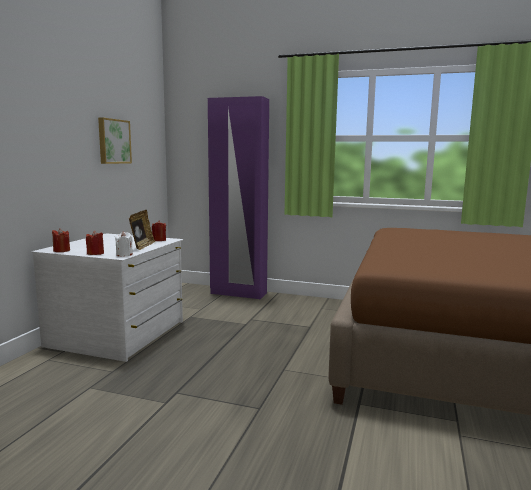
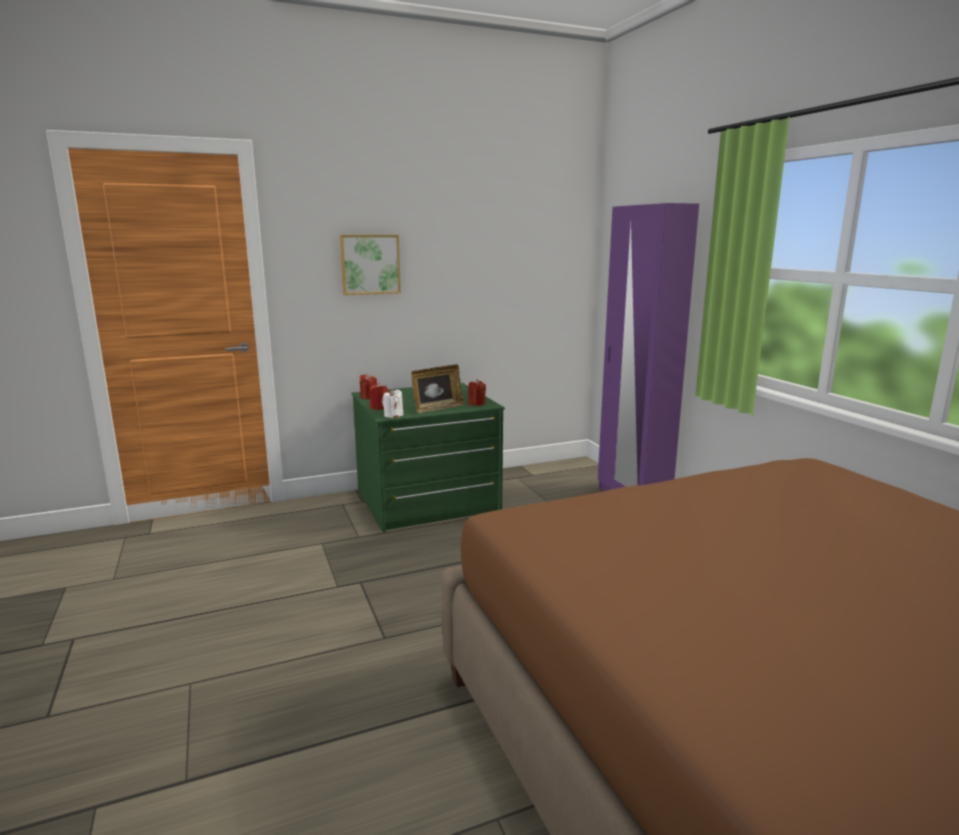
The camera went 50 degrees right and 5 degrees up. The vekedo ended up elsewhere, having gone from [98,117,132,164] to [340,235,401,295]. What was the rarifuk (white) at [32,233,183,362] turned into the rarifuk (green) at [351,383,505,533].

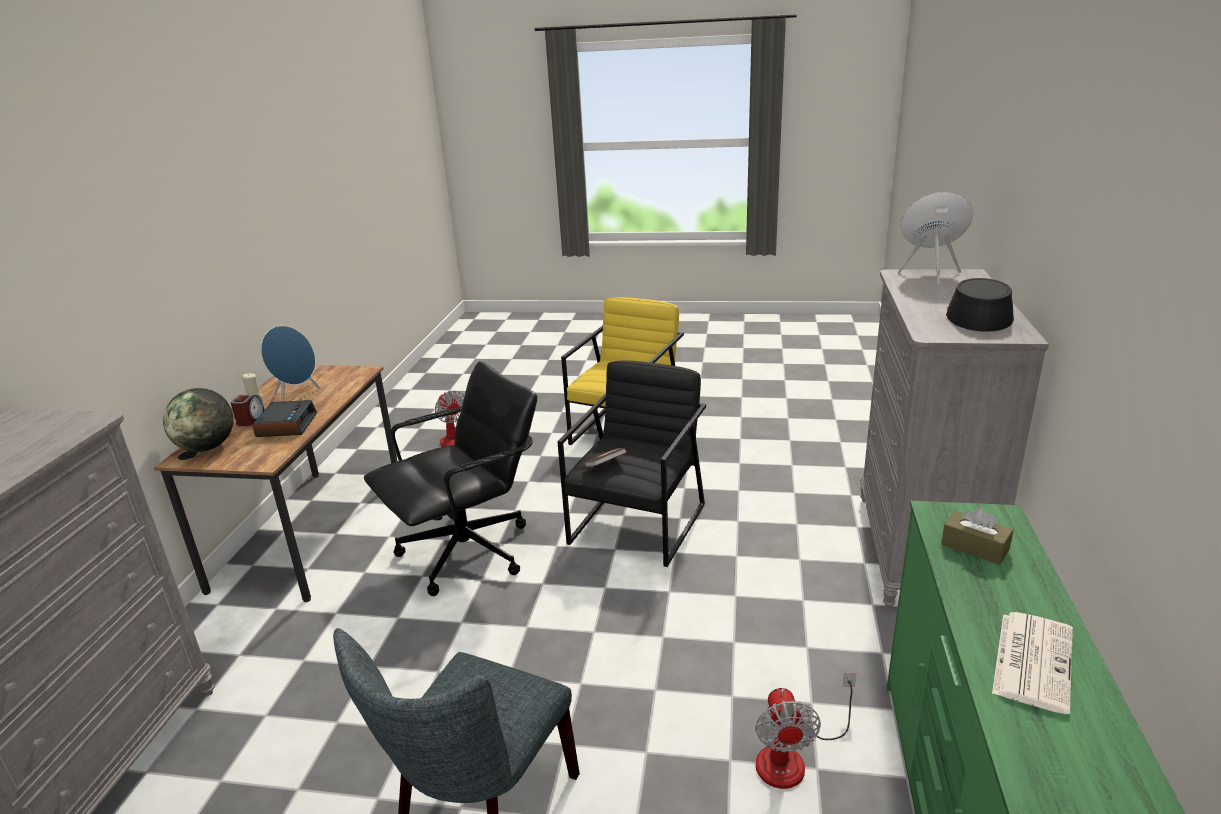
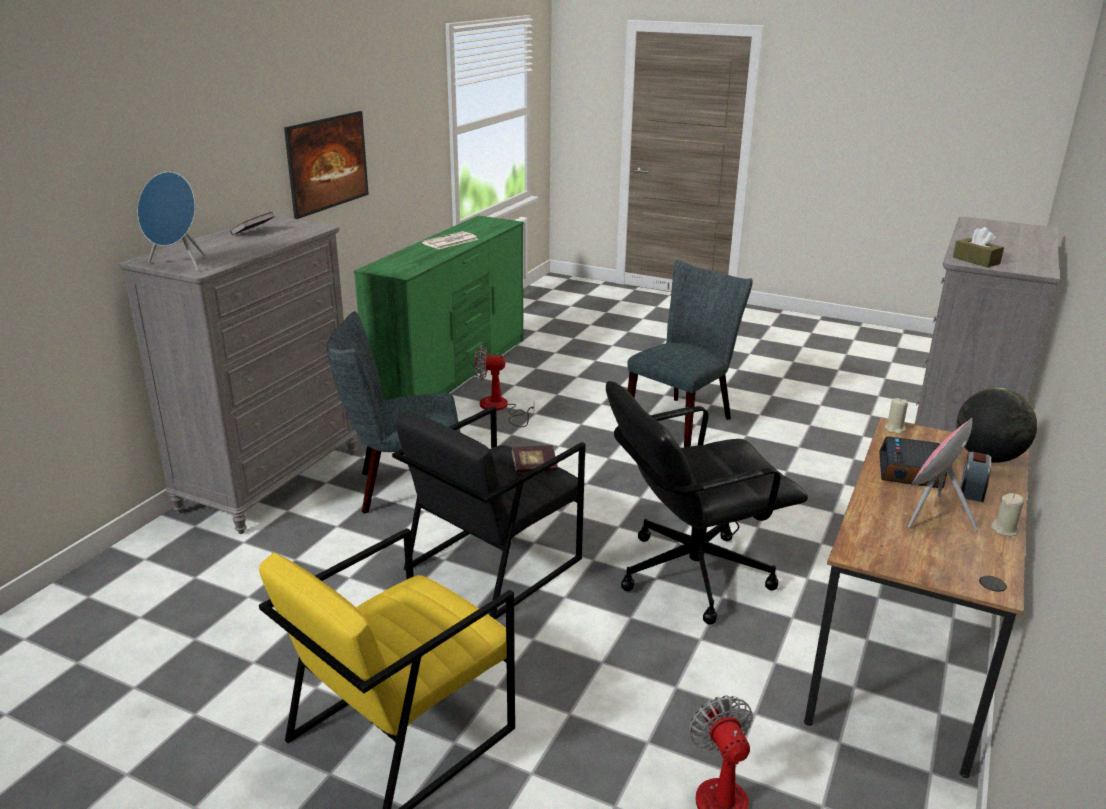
The camera went 165 degrees left and 0 degrees up. Where the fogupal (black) stood at [946,278,1014,332], the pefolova came to stand at [230,212,275,235]. The second view gained the vekedo at [284,111,369,219]. The second view gained the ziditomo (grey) at [327,312,461,514]. The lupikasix at [755,672,856,789] ended up facing another way, 105 degrees counterclockwise from before. The second view gained the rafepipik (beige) at [885,398,908,434]. What was the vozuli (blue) at [261,326,321,402] turned into the vozuli (pink) at [908,418,978,531]. The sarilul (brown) ended up elsewhere, having gone from [941,507,1013,565] to [953,227,1004,267].

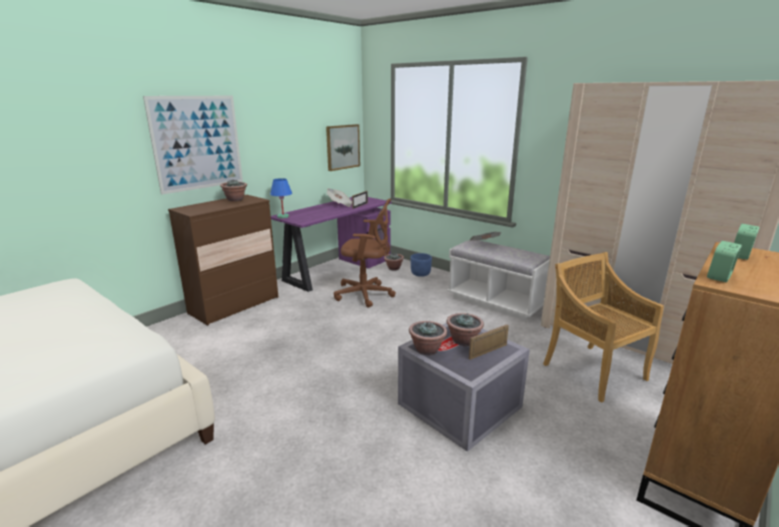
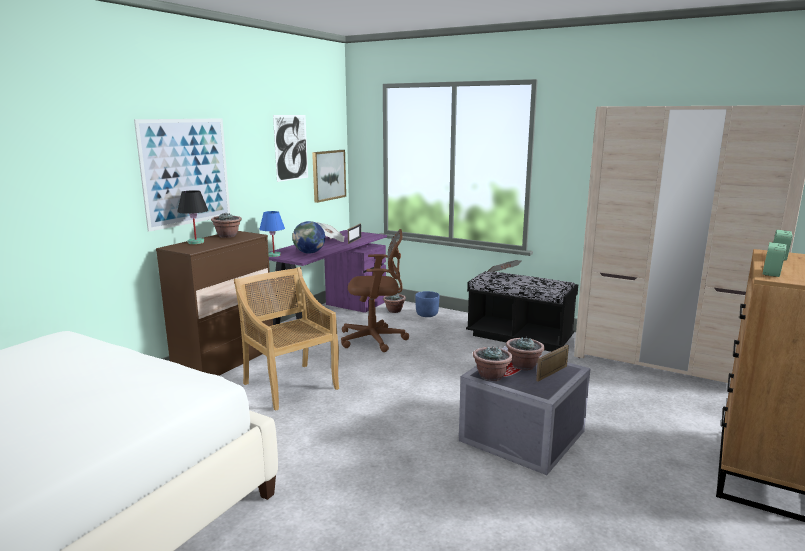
The camera went 10 degrees left and 5 degrees down. The second view gained the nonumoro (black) at [177,190,208,244]. The ziditomo (beige) ended up elsewhere, having gone from [543,252,664,403] to [234,267,339,411]. The second view gained the vekedo at [273,115,308,182]. The second view gained the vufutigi at [293,221,325,254]. What was the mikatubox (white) at [447,240,550,320] turned into the mikatubox (black) at [466,271,578,352].

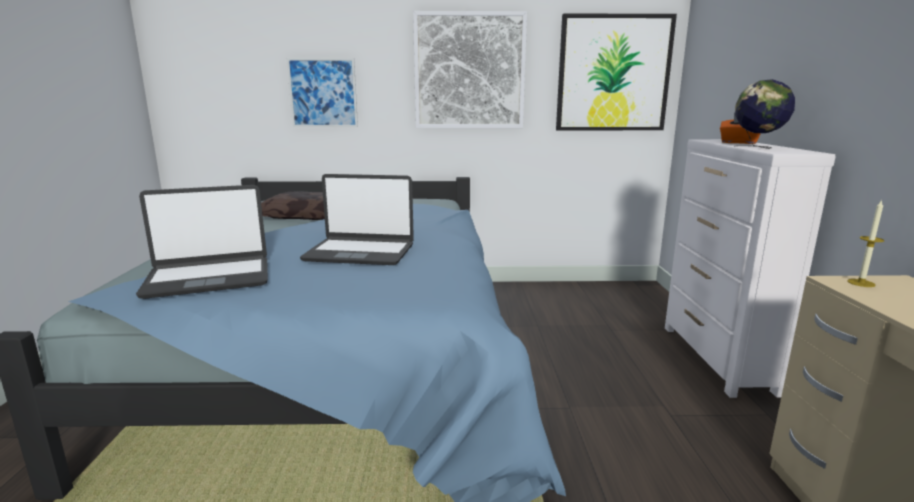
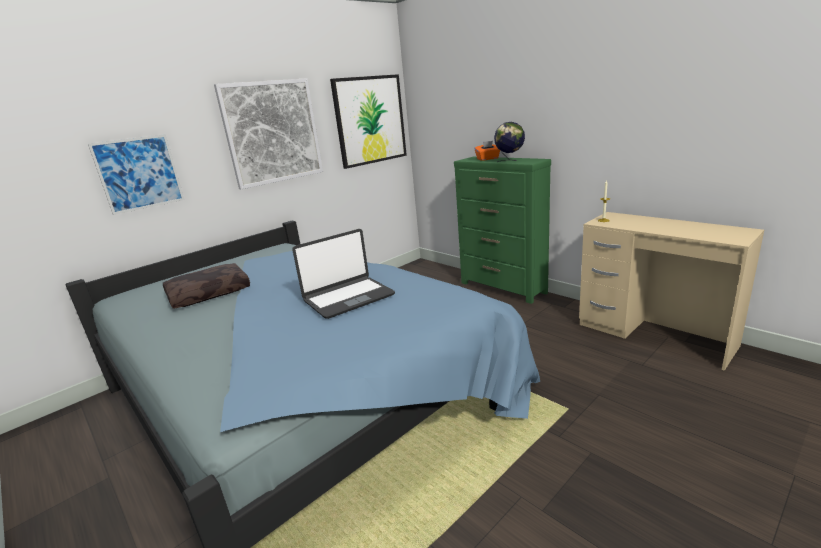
The camera went 40 degrees left and 5 degrees up. What was the rarifuk (white) at [665,139,836,398] turned into the rarifuk (green) at [454,157,551,304]. The second view lost the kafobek at [136,185,268,299].

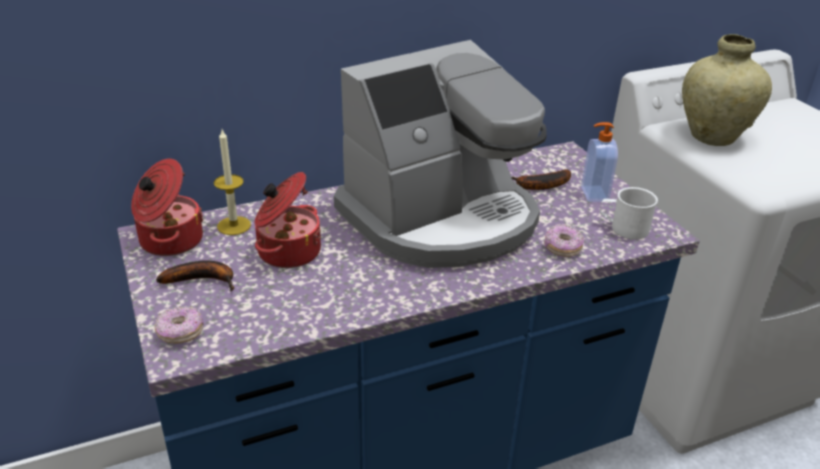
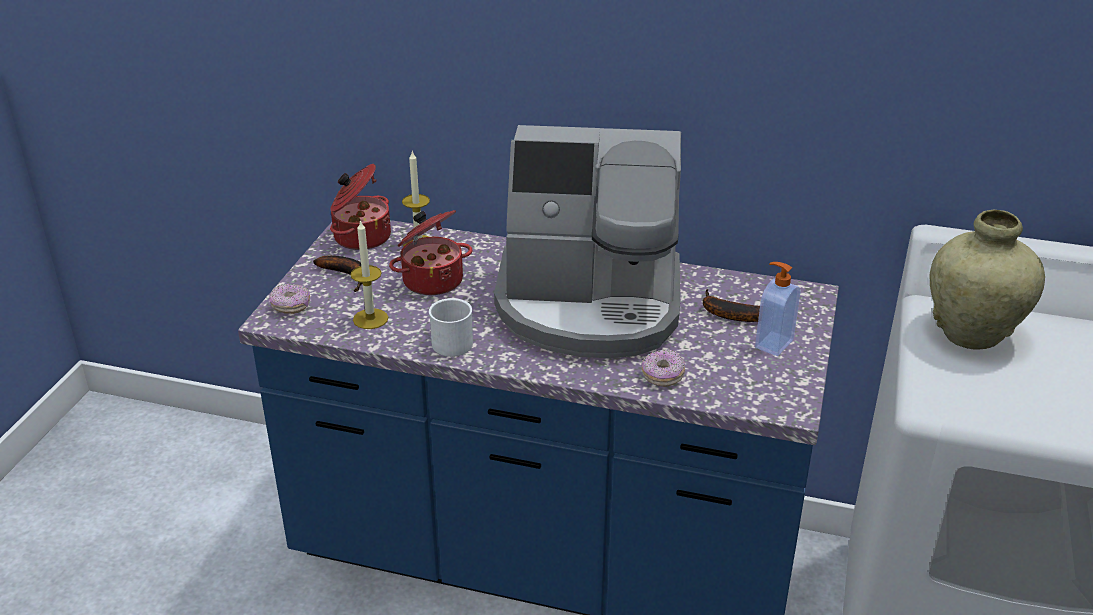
The camera went 40 degrees right and 0 degrees up. The second view gained the rafepipik at [350,219,388,329]. The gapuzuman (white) ended up elsewhere, having gone from [600,187,658,239] to [429,298,473,357].

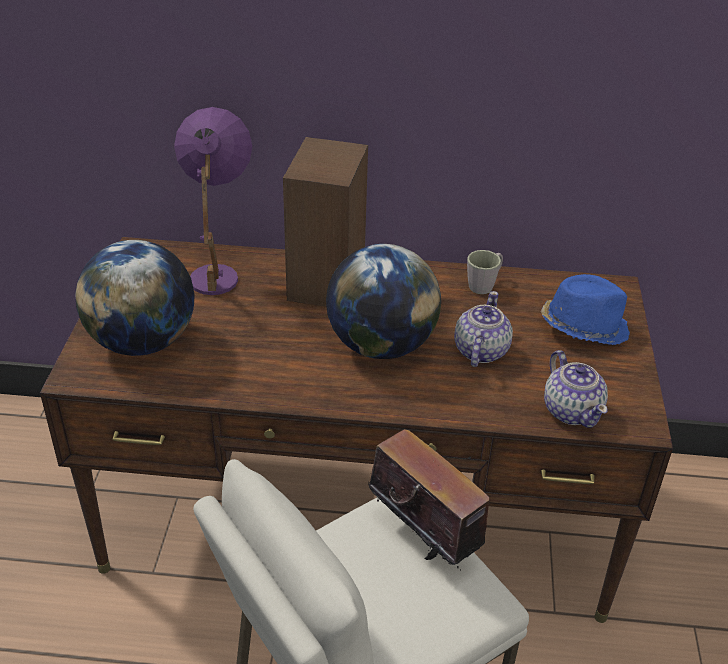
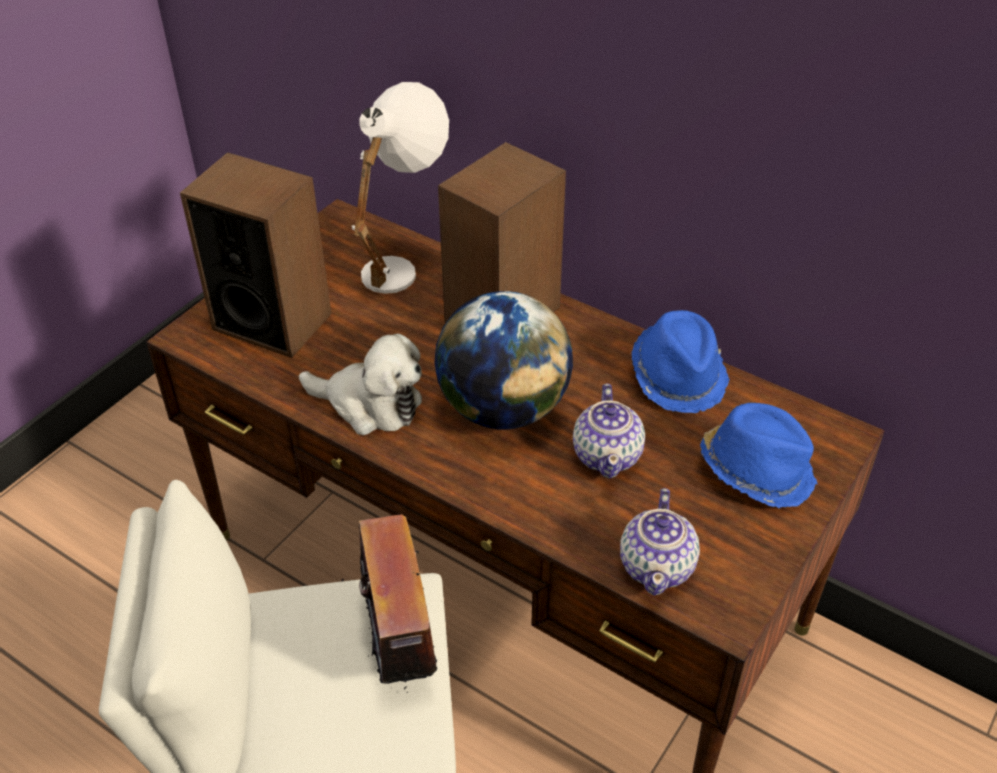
The camera went 30 degrees right and 5 degrees up. Where the vufutigi stood at [75,240,194,356], the vozuli came to stand at [180,152,331,358]. The second view gained the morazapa at [299,333,422,435]. What was the nonumoro (purple) at [174,107,252,295] turned into the nonumoro (white) at [351,82,449,294]. The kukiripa at [454,291,513,367] ended up facing another way, 135 degrees clockwise from before. Where the gapuzuman (grey) stood at [467,250,503,294], the fogupal (blue) came to stand at [631,310,730,413].

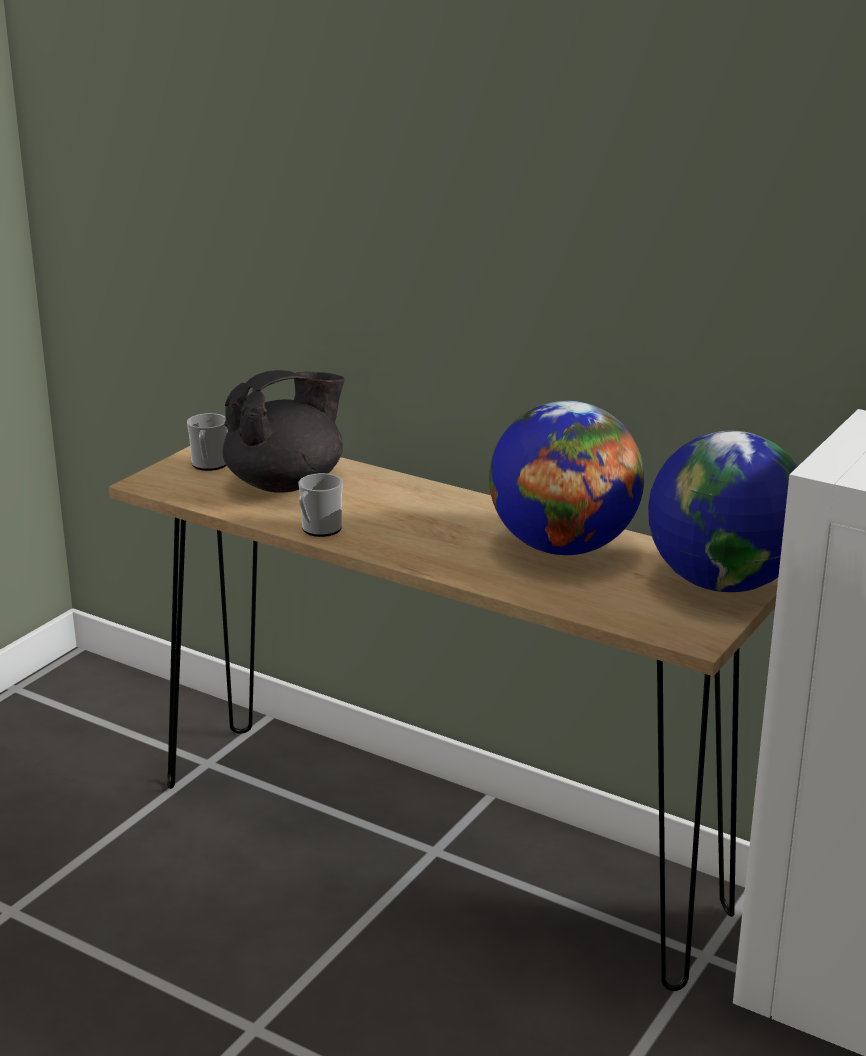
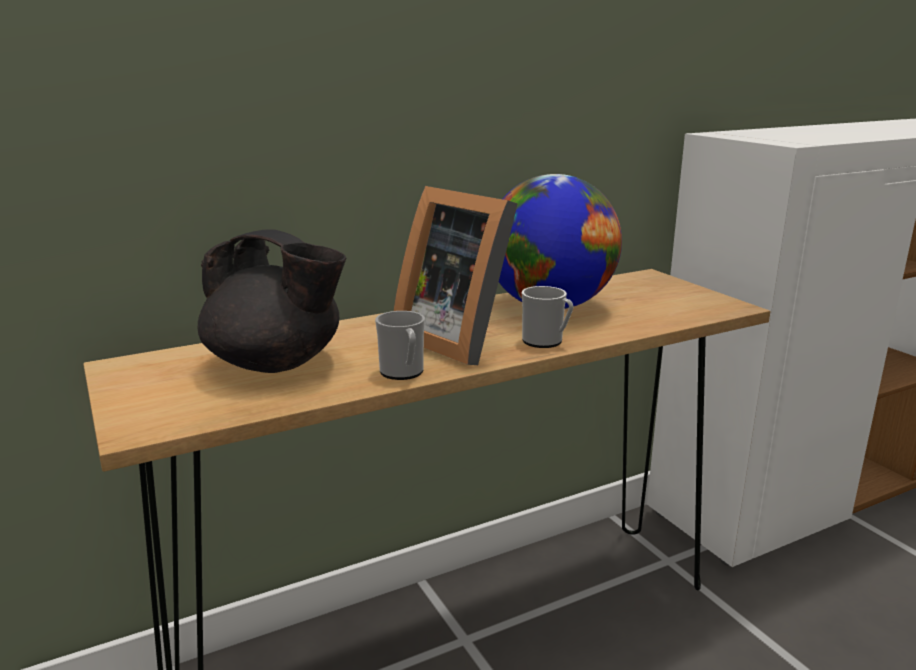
The camera went 60 degrees left and 5 degrees down. The kukiripa (black) at [222,370,345,493] ended up facing another way, 120 degrees clockwise from before. The second view gained the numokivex at [393,186,518,365]. The gapuzuman ended up elsewhere, having gone from [187,413,227,471] to [522,286,574,348]. The second view lost the vufutigi at [648,431,798,592].

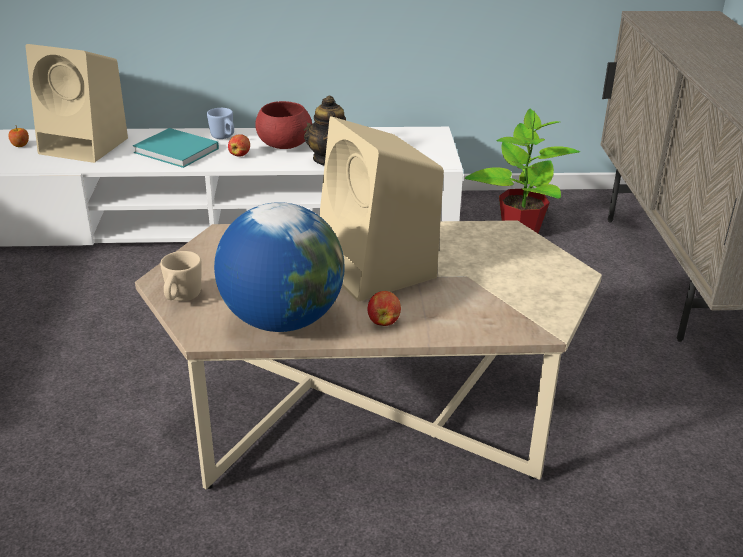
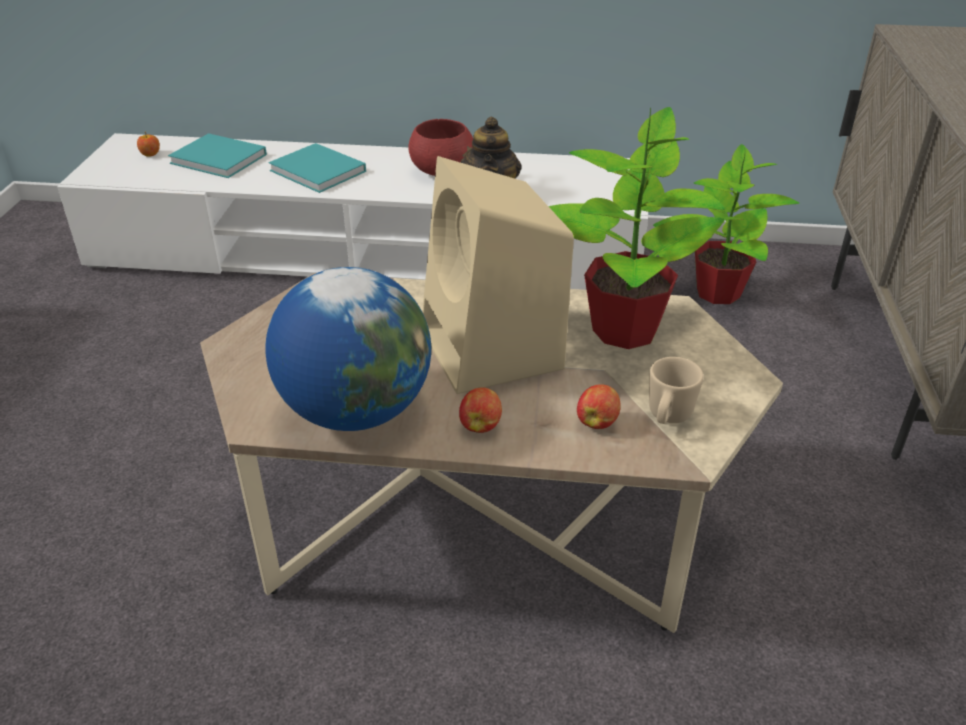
The camera went 10 degrees right and 5 degrees up. Where the vozuli (beige) stood at [25,44,128,163], the pefolova (turquoise) came to stand at [168,133,267,178]. The second view gained the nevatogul at [548,107,725,349]. The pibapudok ended up elsewhere, having gone from [228,134,250,157] to [577,384,621,429]. The gapuzuman (beige) ended up elsewhere, having gone from [160,251,202,301] to [649,357,704,424]. The second view lost the gapuzuman (blue) at [207,108,234,139].

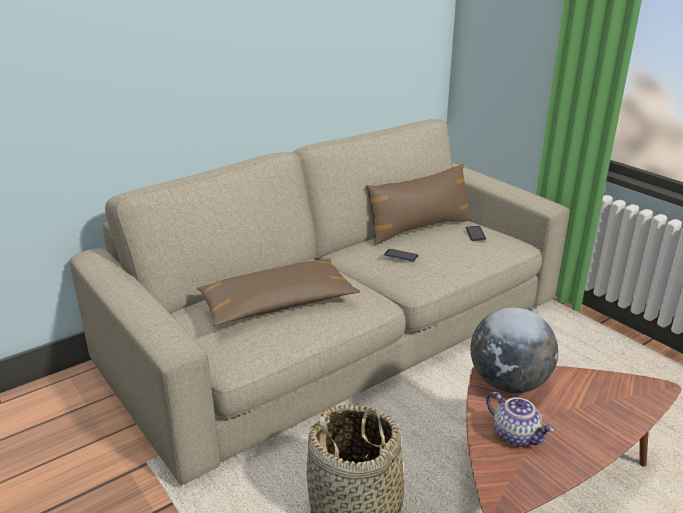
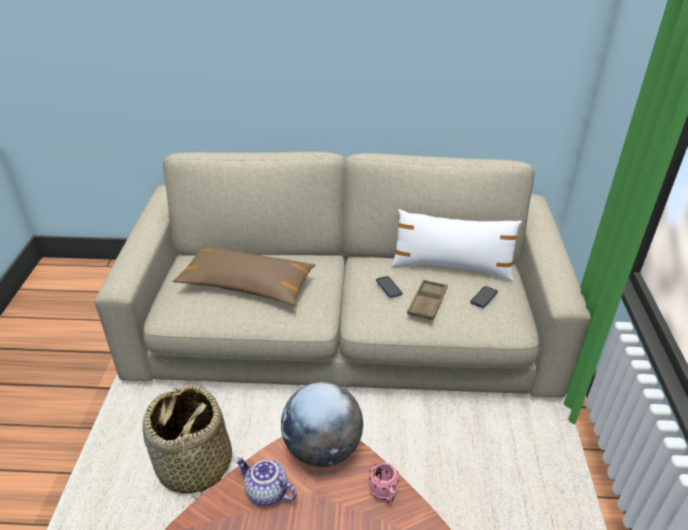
The camera went 40 degrees right and 10 degrees up. The kukiripa at [486,392,554,446] ended up facing another way, 120 degrees clockwise from before. The second view gained the gapuzuman (pink) at [369,462,399,504]. What was the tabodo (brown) at [366,164,472,246] turned into the tabodo (white) at [391,209,522,281]. The second view gained the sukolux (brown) at [407,279,447,320].

